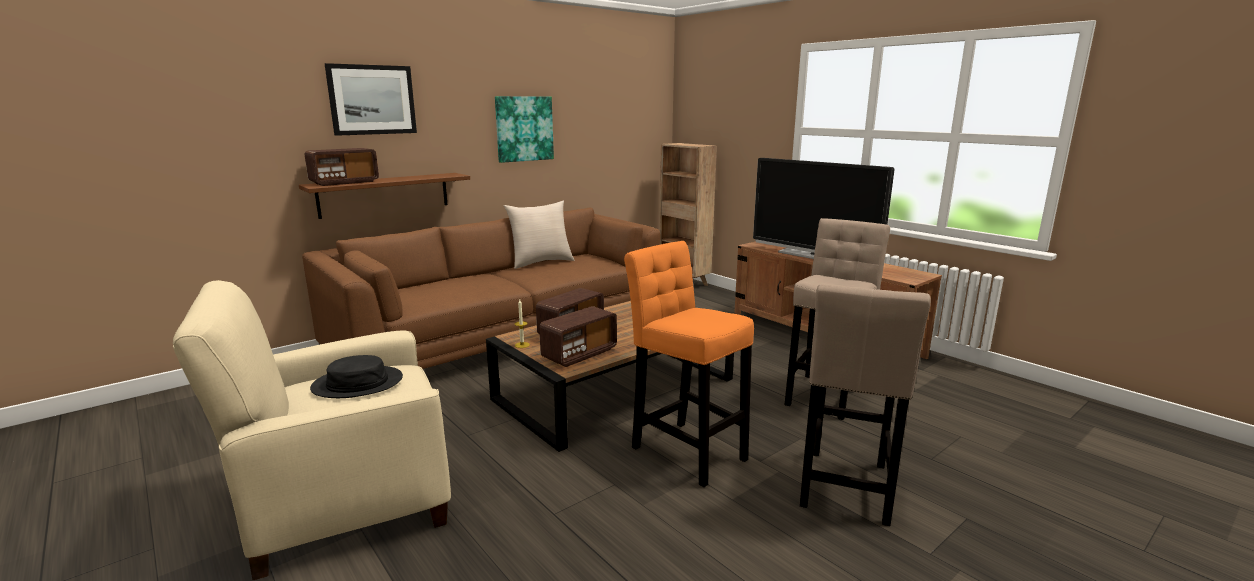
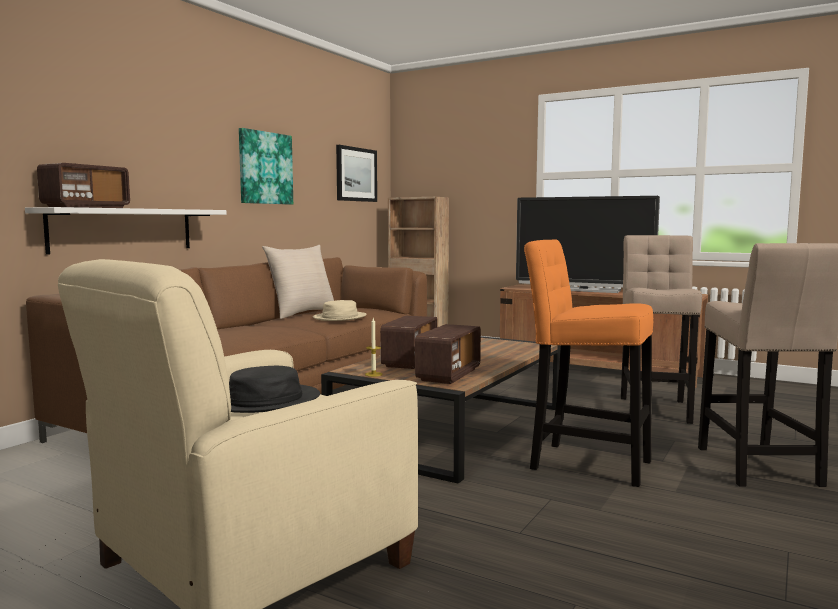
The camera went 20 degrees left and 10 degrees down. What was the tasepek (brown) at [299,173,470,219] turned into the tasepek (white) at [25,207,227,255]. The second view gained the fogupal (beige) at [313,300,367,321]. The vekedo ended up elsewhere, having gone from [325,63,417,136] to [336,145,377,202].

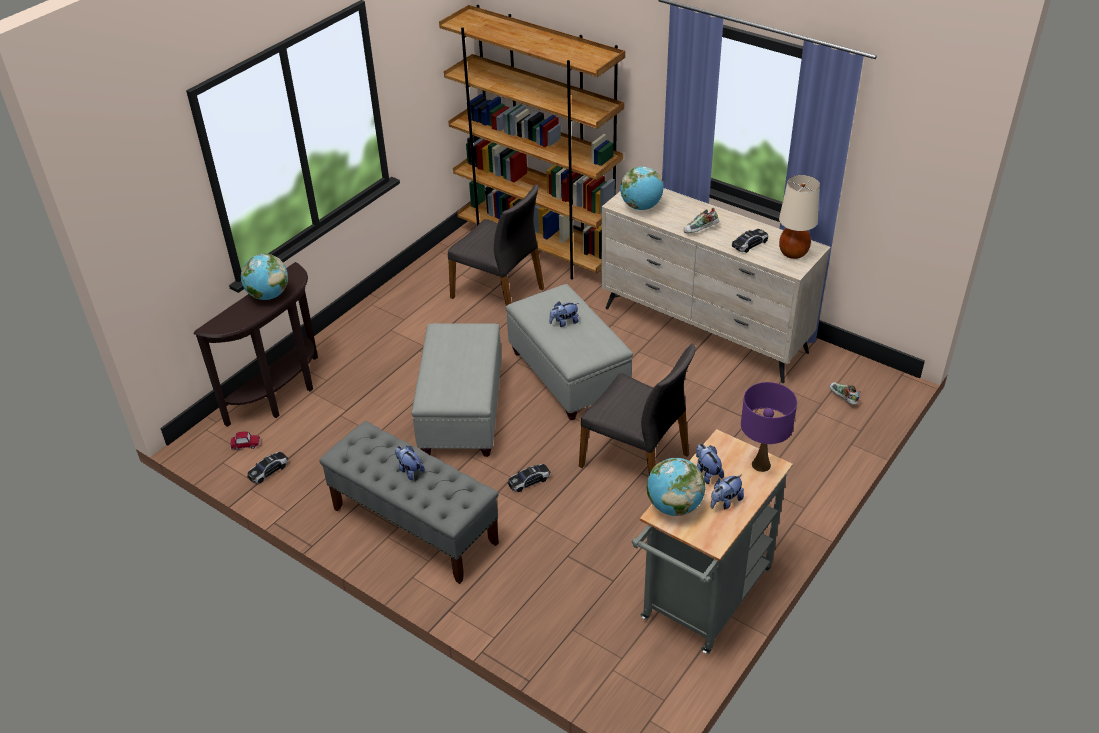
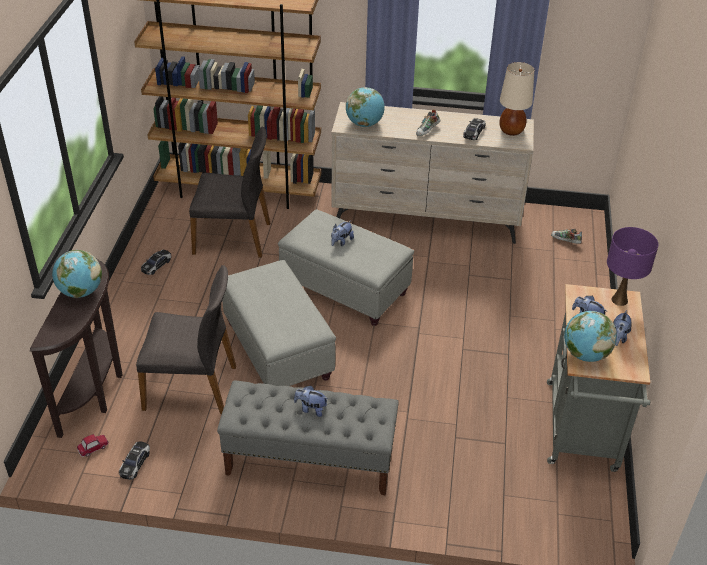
The camera went 30 degrees left and 0 degrees up. The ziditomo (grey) ended up elsewhere, having gone from [579,344,696,474] to [136,265,236,414]. The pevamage ended up elsewhere, having gone from [508,464,551,492] to [141,250,171,275].

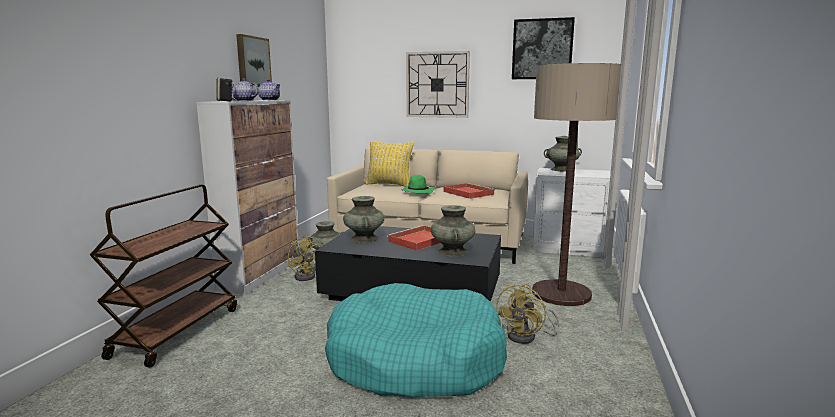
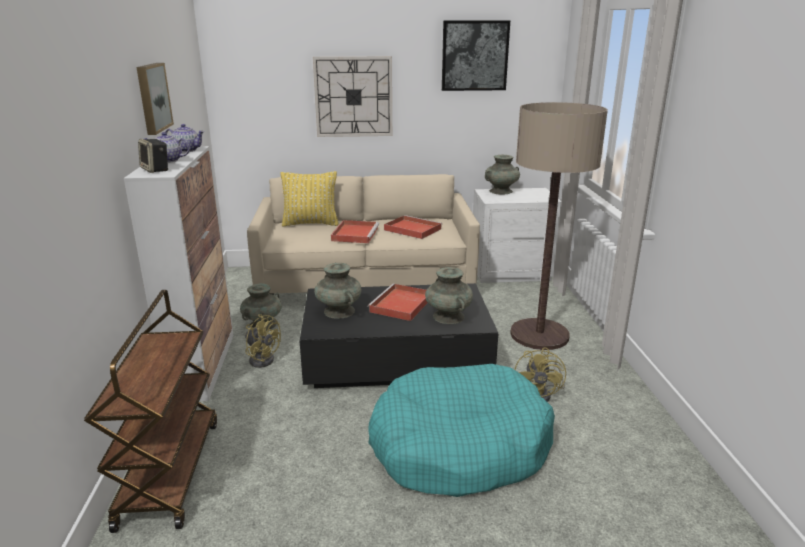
The camera went 20 degrees left and 10 degrees up. Where the fogupal (green) stood at [401,175,434,194], the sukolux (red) came to stand at [331,220,379,243].

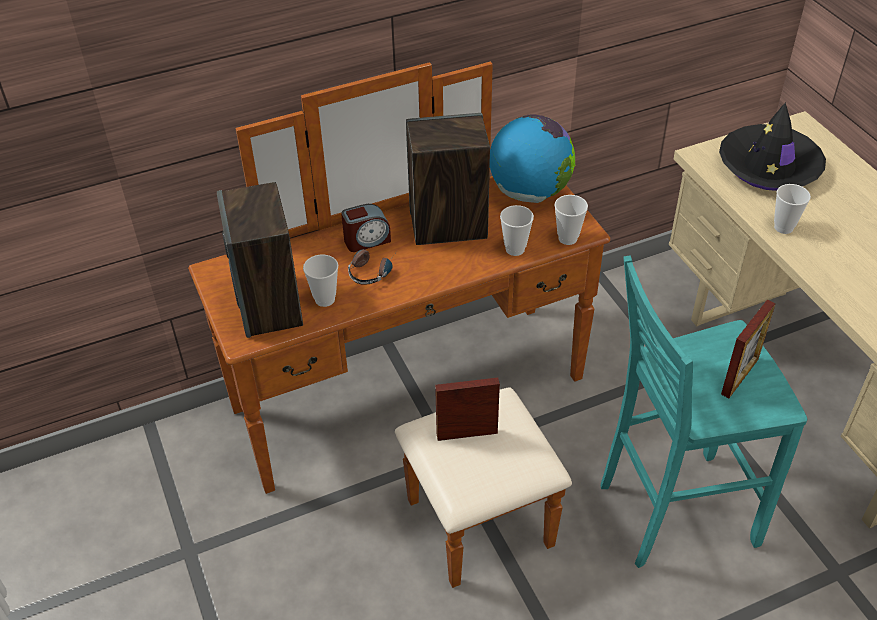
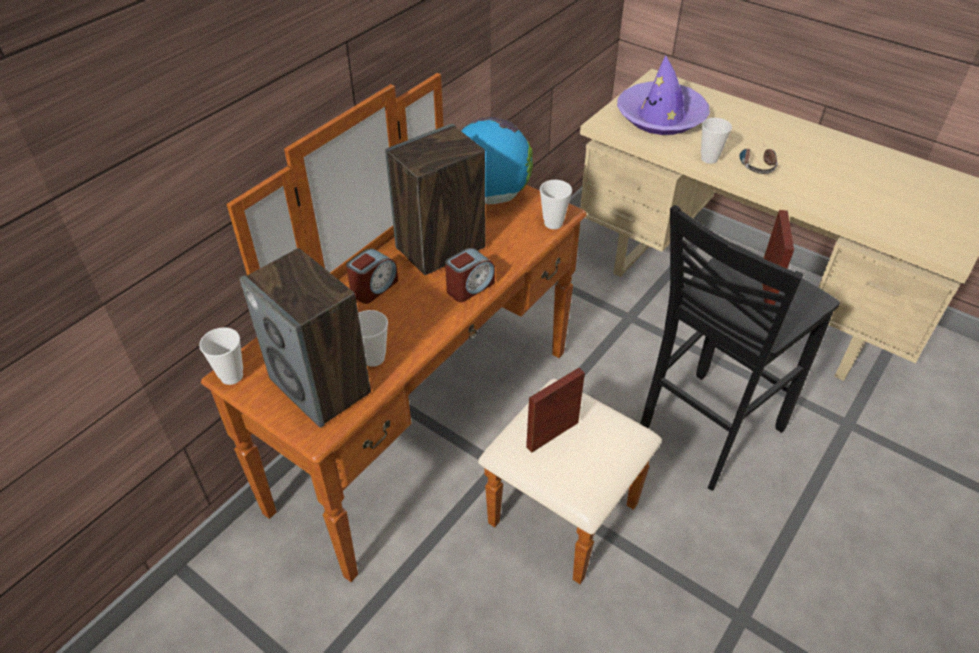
The camera went 30 degrees left and 0 degrees up. The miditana ended up elsewhere, having gone from [500,205,534,256] to [199,327,243,385]. The second view gained the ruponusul at [445,248,495,302]. What was the fogupal (black) at [719,102,826,191] turned into the fogupal (purple) at [617,55,710,135]. What was the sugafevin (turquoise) at [601,256,807,568] turned into the sugafevin (black) at [640,205,840,491]. The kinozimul ended up elsewhere, having gone from [348,249,395,285] to [739,145,778,174].

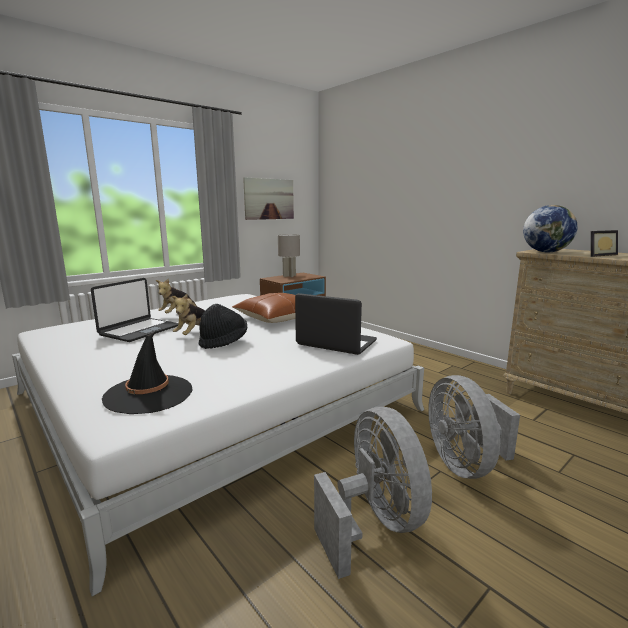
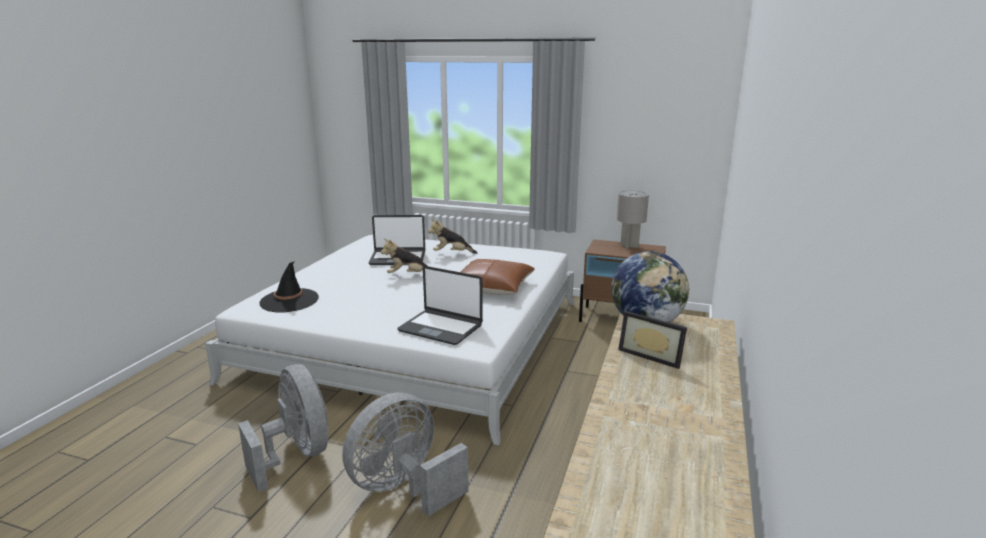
The camera went 60 degrees right and 5 degrees up. The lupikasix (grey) at [314,407,432,579] ended up facing another way, 75 degrees counterclockwise from before. The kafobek at [295,293,377,355] ended up facing another way, 120 degrees clockwise from before. The second view lost the fogupal (black) at [198,304,247,349]. The second view lost the vekedo at [243,177,294,220].

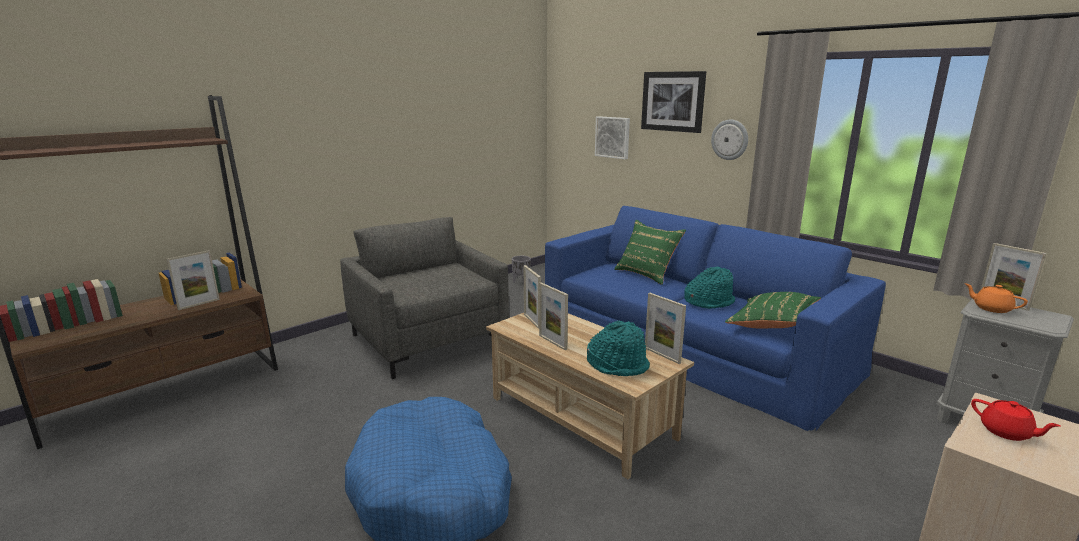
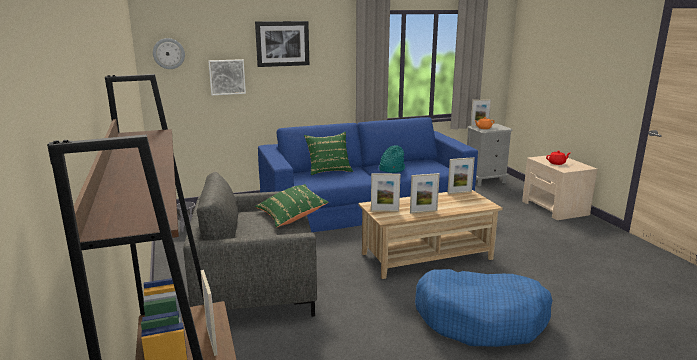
The camera went 65 degrees left and 0 degrees up. The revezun ended up elsewhere, having gone from [711,119,748,160] to [153,38,185,69]. The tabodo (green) ended up elsewhere, having gone from [725,292,821,328] to [255,184,328,227]. The second view lost the fogupal (turquoise) at [587,321,650,376].

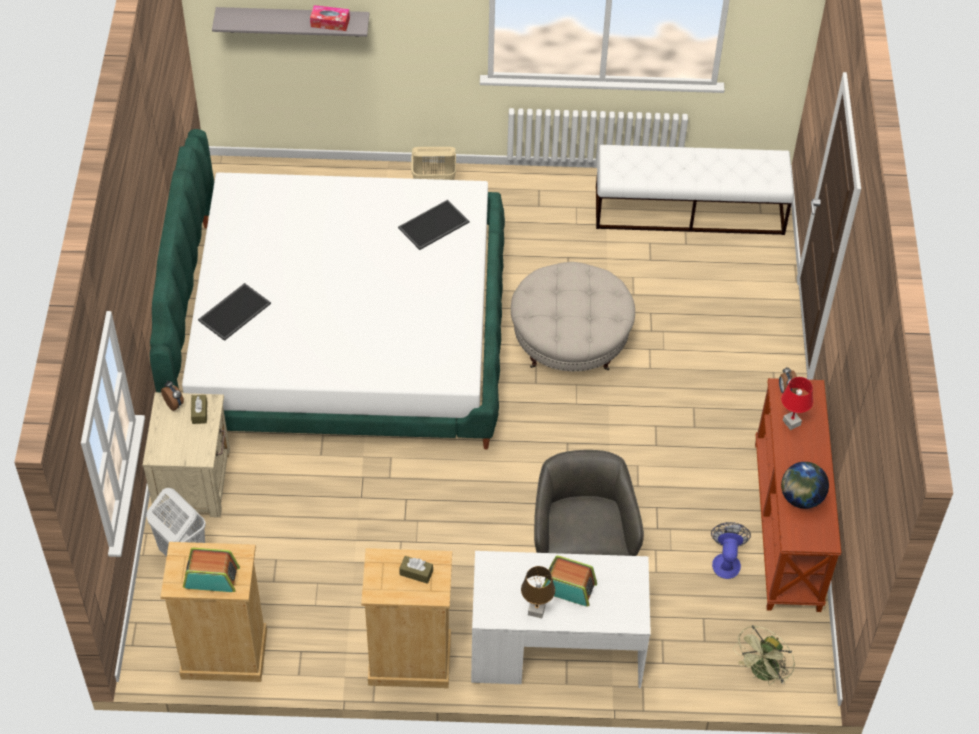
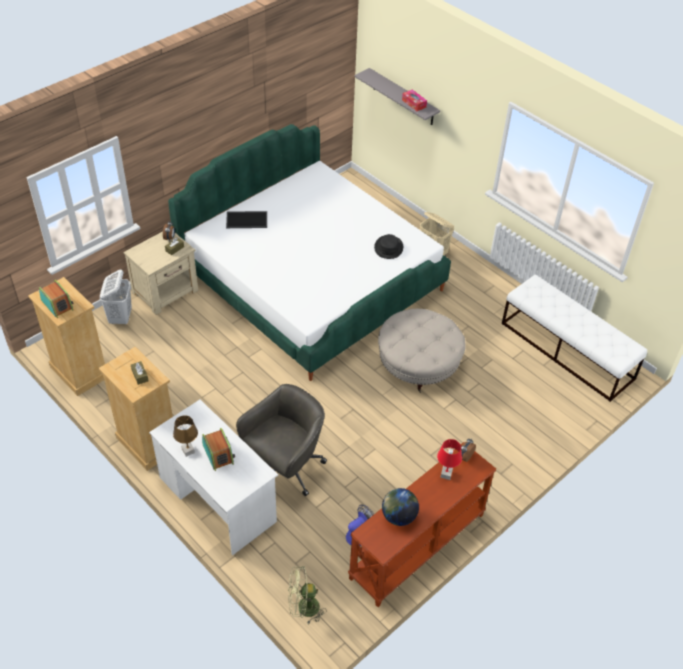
The camera went 45 degrees right and 5 degrees down. Where the sukolux stood at [398,200,469,250], the fogupal (black) came to stand at [374,234,403,259].

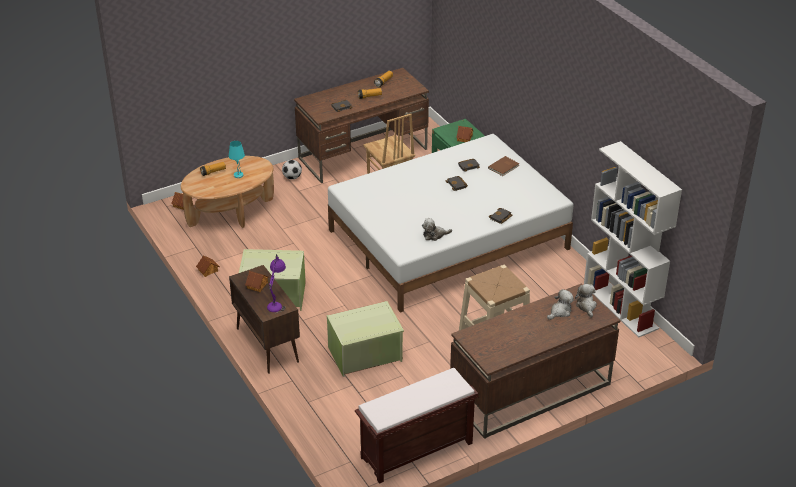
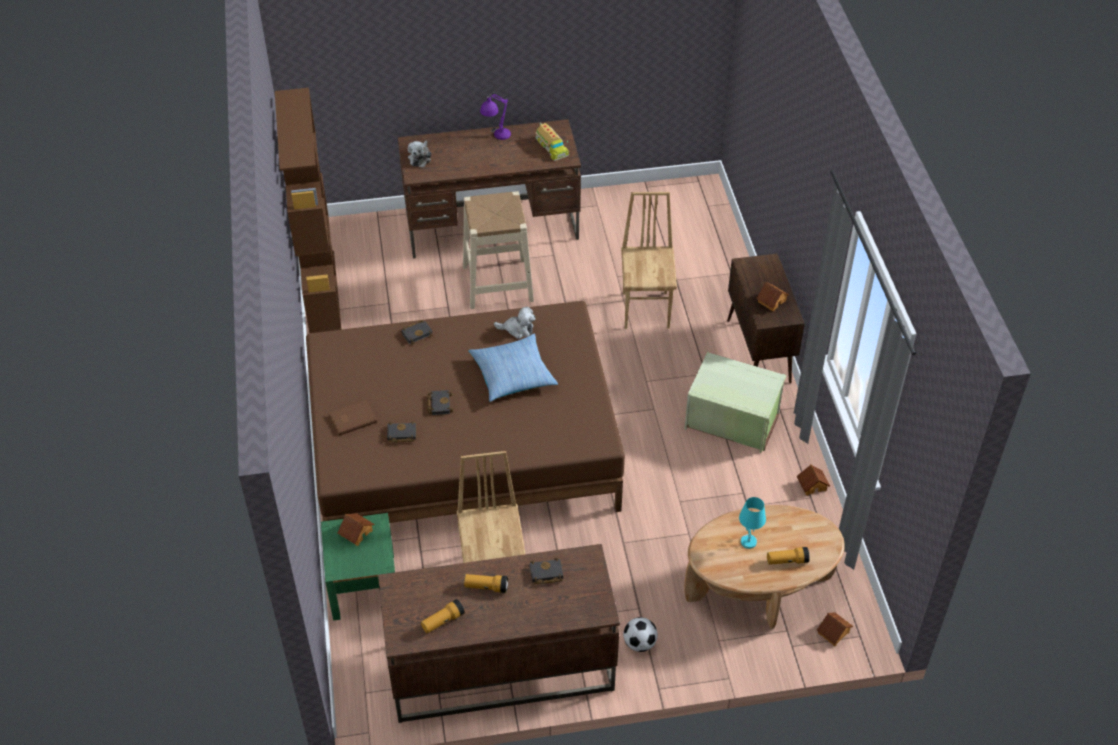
The camera went 160 degrees left and 10 degrees up. What was the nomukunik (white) at [584,141,682,338] turned into the nomukunik (brown) at [275,88,342,333]. What was the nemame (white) at [328,134,574,313] turned into the nemame (brown) at [306,301,625,523]. The second view gained the tabodo at [469,333,558,402]. The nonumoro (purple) ended up elsewhere, having gone from [267,254,286,312] to [480,93,511,140]. The second view gained the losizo at [535,123,569,161]. Where the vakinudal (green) stood at [327,301,404,377], the ziditomo (brown) came to stand at [621,192,677,329]. The second view lost the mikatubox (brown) at [355,368,479,484]. The second view lost the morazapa at [547,289,574,320].

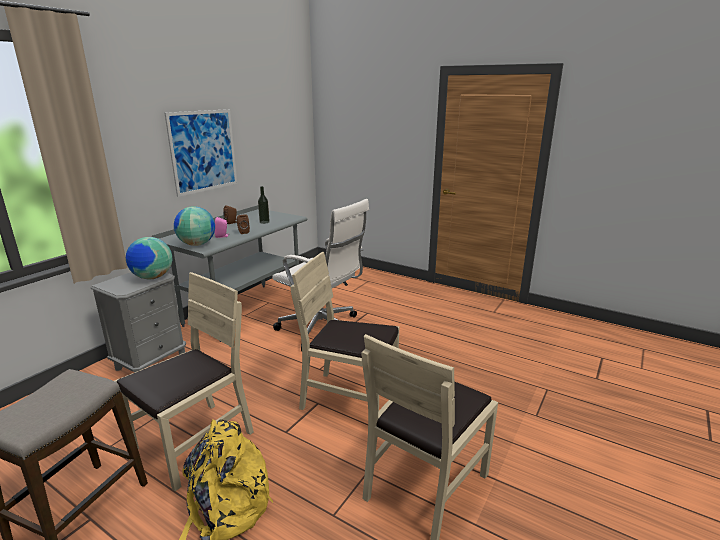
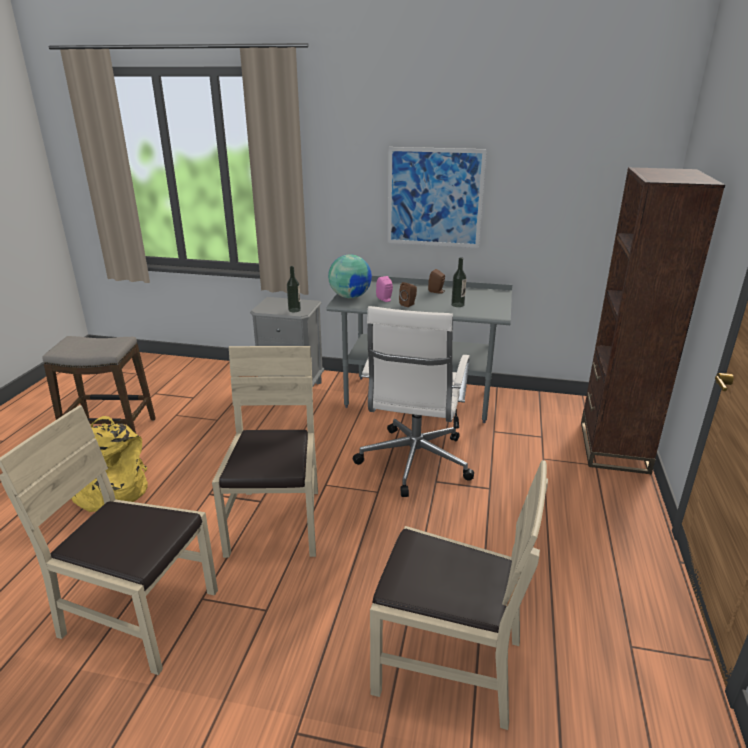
The camera went 70 degrees right and 5 degrees up. Where the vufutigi stood at [126,237,172,279], the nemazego came to stand at [287,266,301,312]. The ziditomo (beige) ended up elsewhere, having gone from [114,272,254,491] to [370,460,548,730]. The second view gained the nomukunik (brown) at [581,167,725,474].

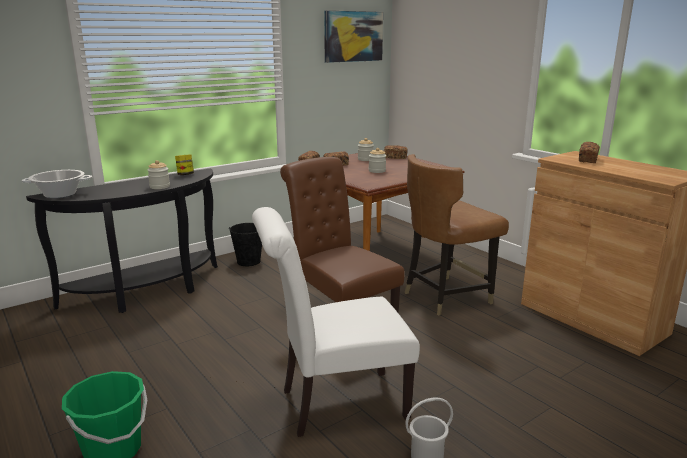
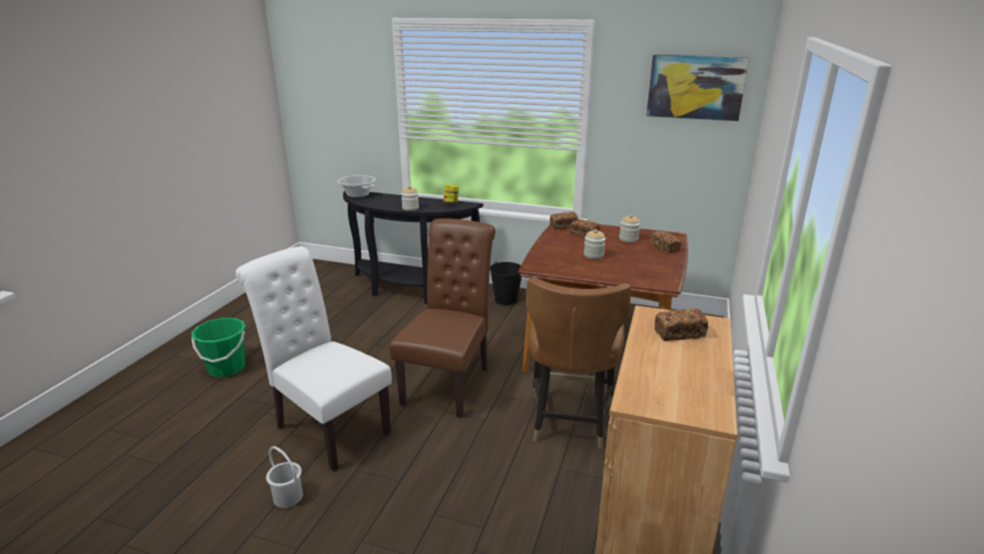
The camera went 55 degrees right and 5 degrees up. The ziditomo (brown) at [405,154,509,316] ended up facing another way, 105 degrees counterclockwise from before.

